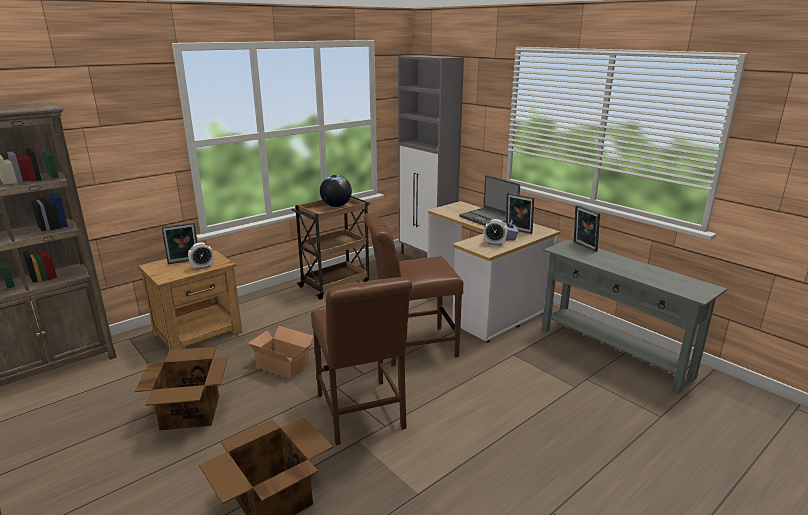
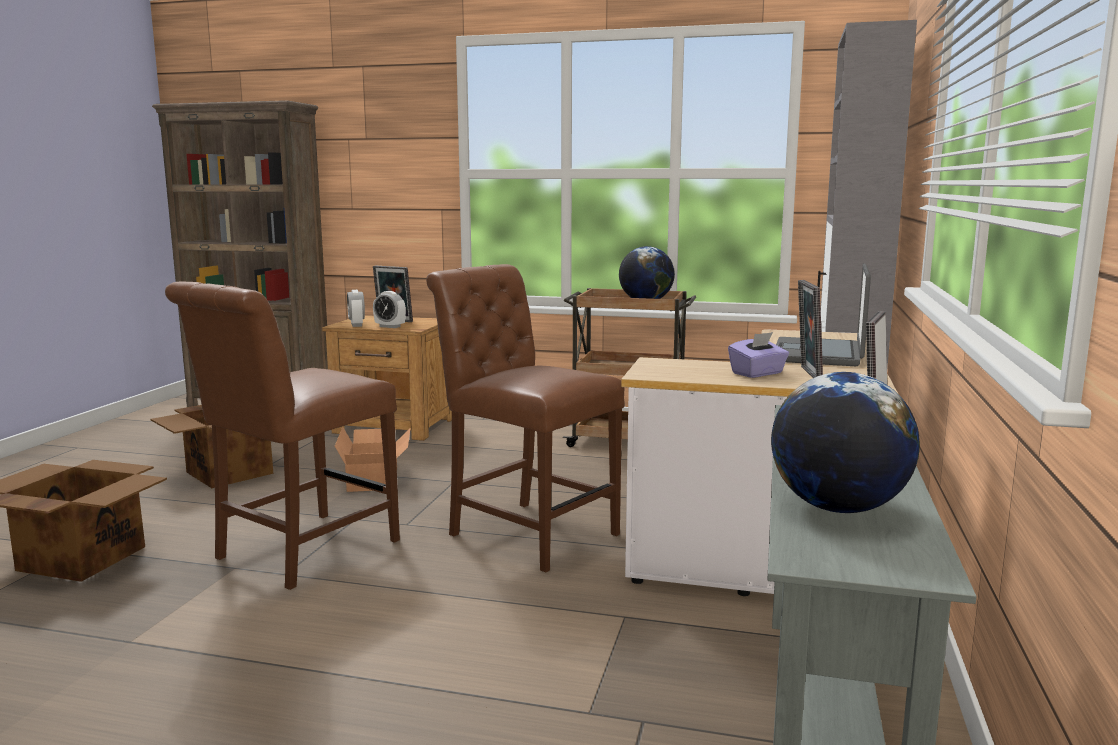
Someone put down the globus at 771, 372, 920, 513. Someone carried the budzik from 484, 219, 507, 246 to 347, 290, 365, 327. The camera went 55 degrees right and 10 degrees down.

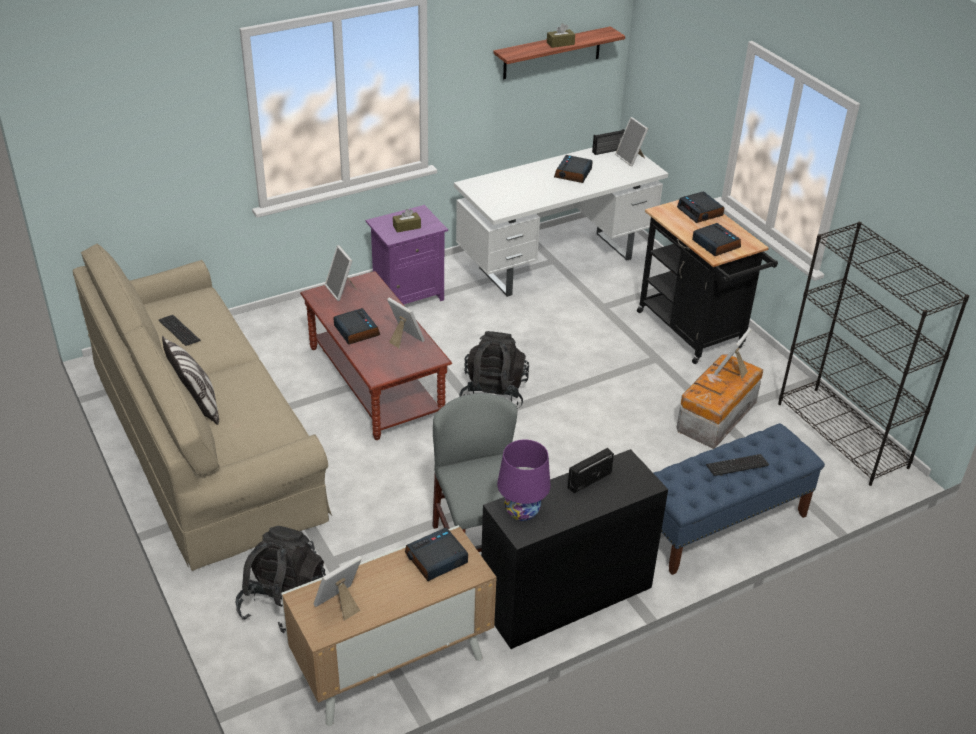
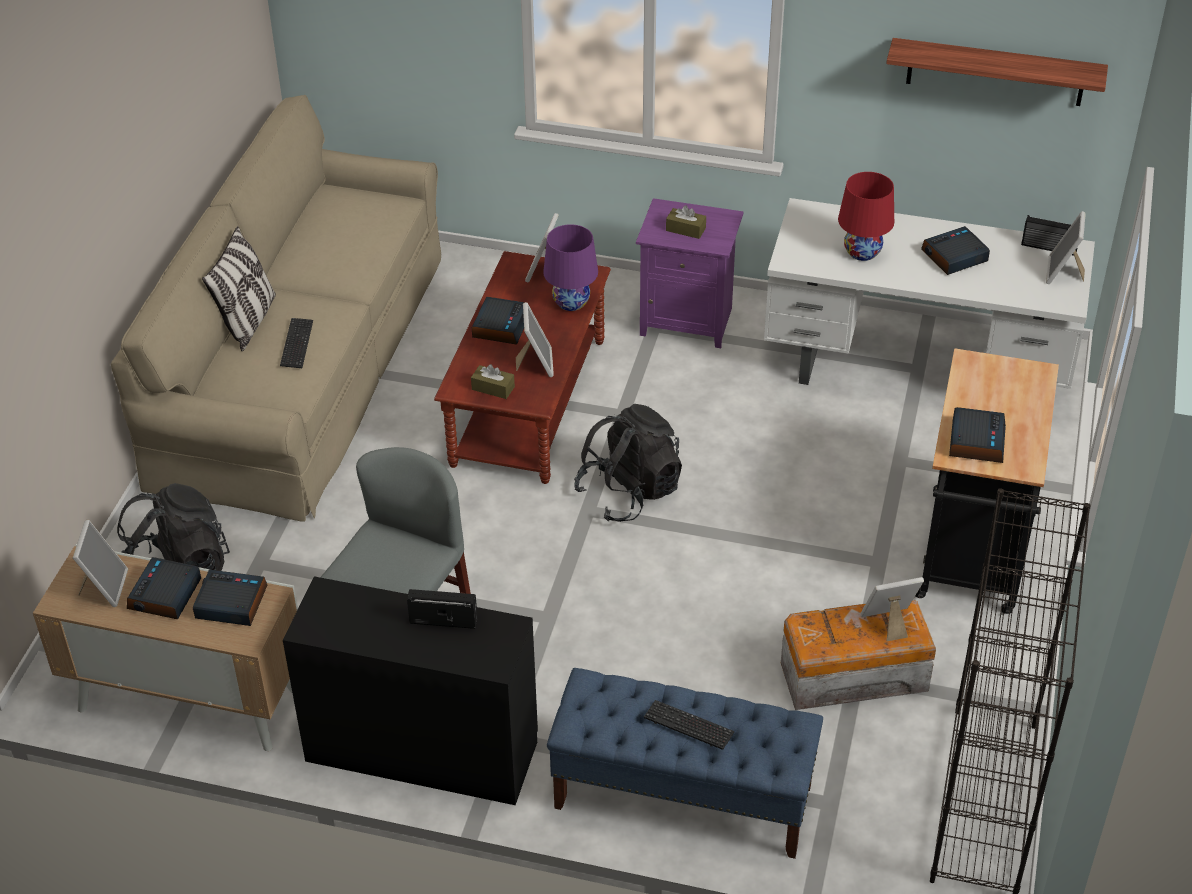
Someone put down the lampa stołowa (czerwony) at 838, 172, 894, 261. Someone carried the klawiatura from 159, 315, 201, 346 to 280, 318, 313, 368. Someone carried the lampa stołowa (fioletowy) from 497, 440, 551, 521 to 543, 224, 598, 311. Someone carried the pudełko chusteczek (brązowy) from 547, 23, 575, 48 to 471, 364, 515, 399. Someone carried the budzik from 677, 192, 724, 223 to 127, 557, 201, 619. Someone rotated the ramka na zdjęcie at 314, 556, 362, 621 by 90 degrees clockwise. The camera went 45 degrees right and 5 degrees up.

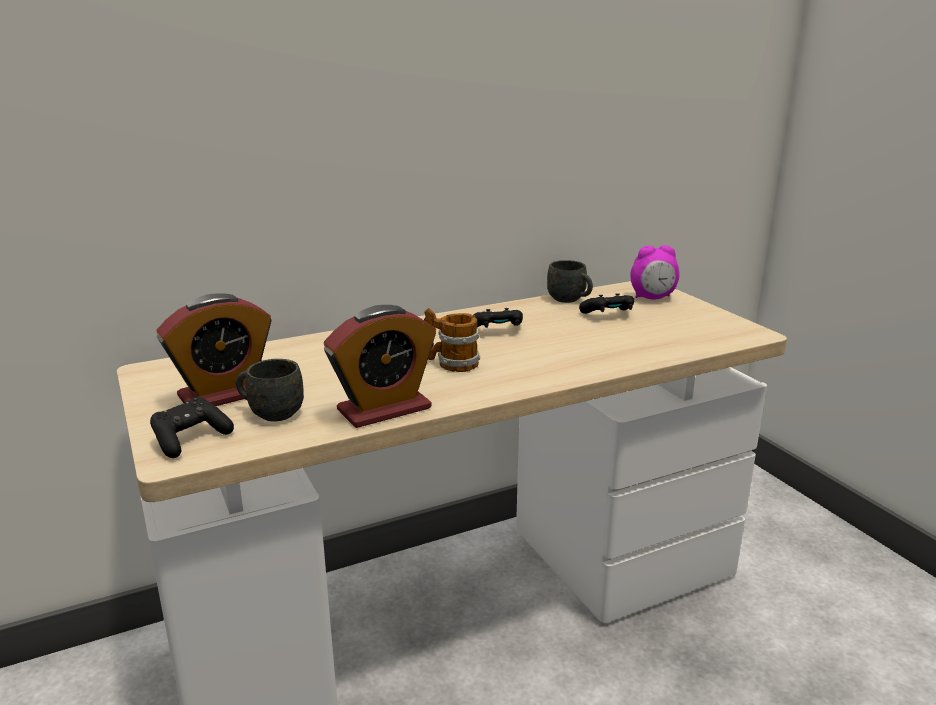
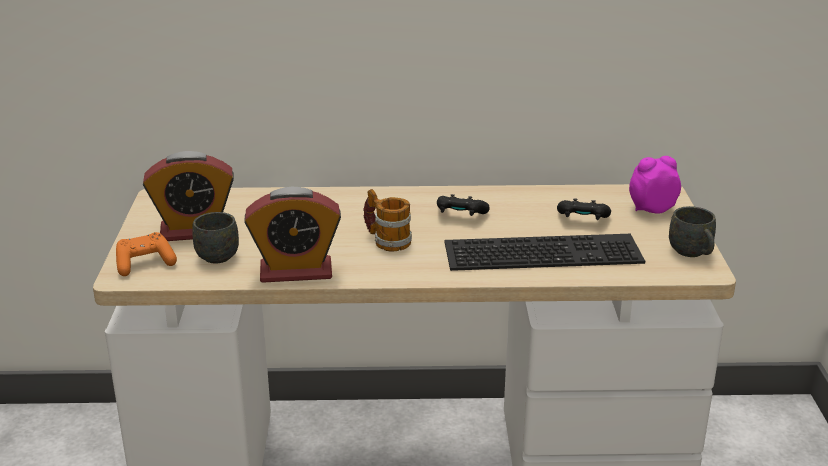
Someone put down the klawiatura at 444, 234, 645, 271. Someone carried the kubek (szary) from 547, 260, 593, 303 to 669, 206, 716, 257. Someone repainted the pad do gier (czarny) at 150, 397, 234, 458, which became the pad do gier (pomarańczowy) at 116, 232, 177, 276. Someone rotated the budzik at 630, 245, 680, 300 by 150 degrees clockwise. The camera went 25 degrees right and 5 degrees up.

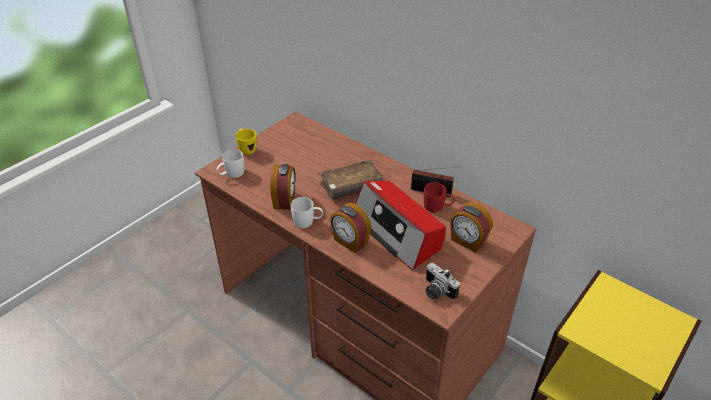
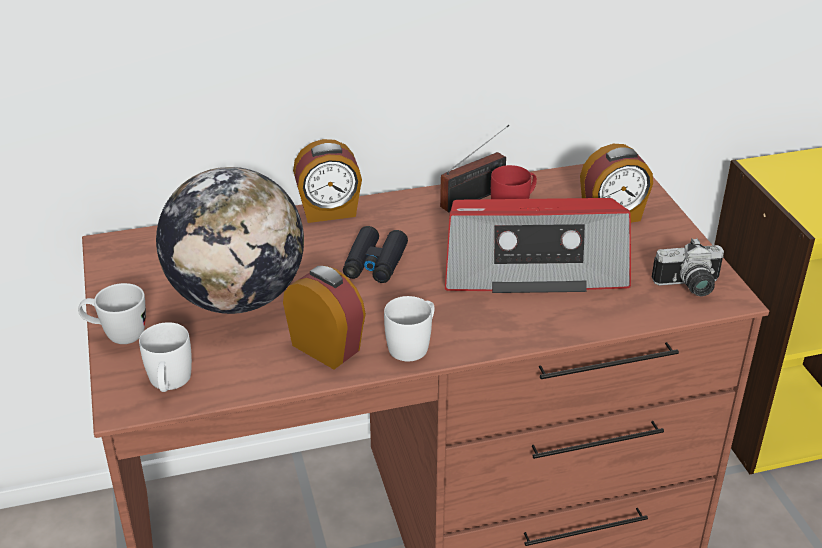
Someone put down the globus at 156, 167, 304, 314. Someone carried the budzik from 330, 203, 371, 253 to 293, 139, 362, 223. Someone swapped the książka (brązowy) at 319, 159, 383, 200 for the lornetka (czarny) at 343, 226, 408, 283. Someone repainted the kubek (żółty) at 235, 129, 257, 155, which became the kubek (biały) at 78, 283, 146, 344. The camera went 55 degrees left and 5 degrees down.

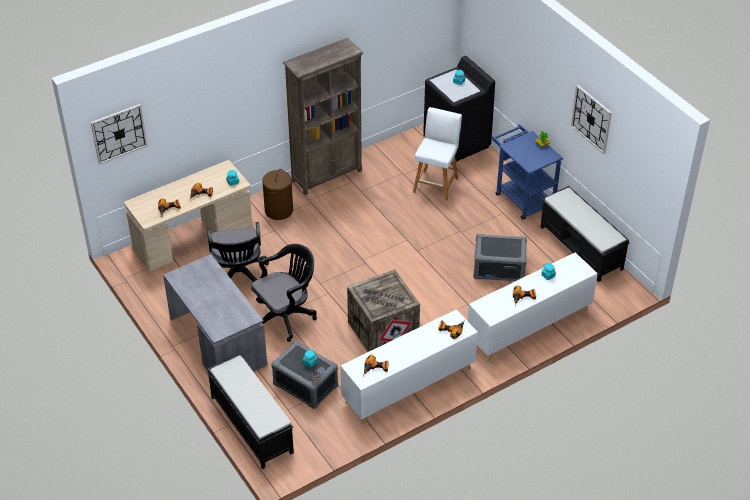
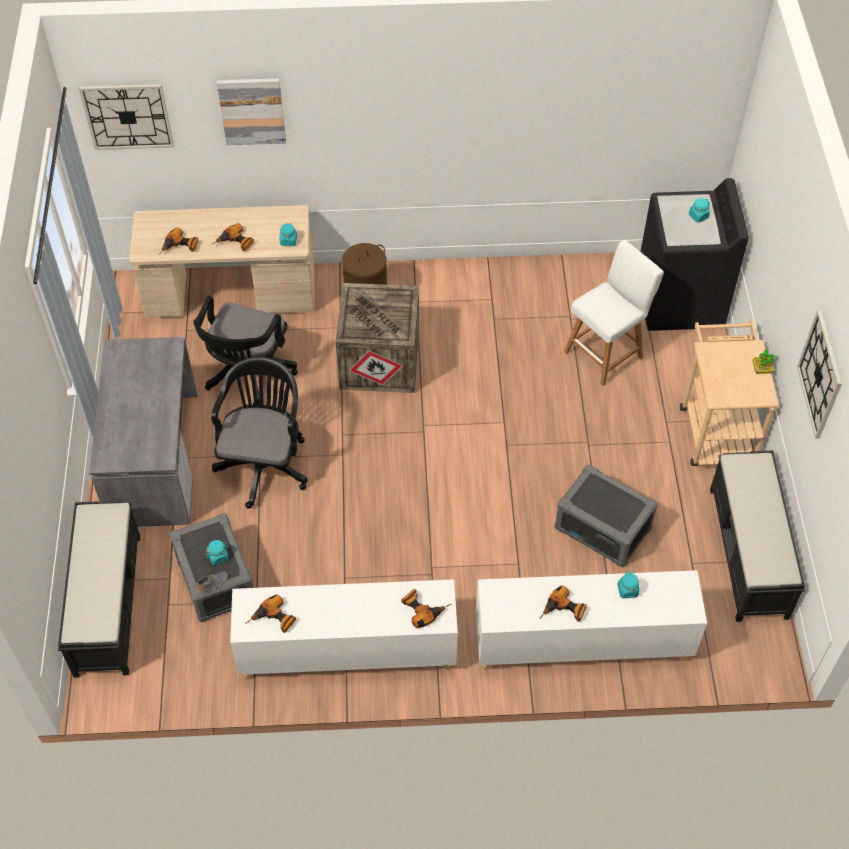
Someone took away the regał (brązowy) at 283, 38, 363, 195. Someone put up the obraz at 217, 78, 286, 145. Someone carried the skrzynka from 347, 269, 420, 352 to 336, 283, 419, 393. Someone repainted the wózek (niebieski) at 491, 124, 563, 220, which became the wózek (beżowy) at 680, 320, 780, 466. Someone rotated the krzesło biurowe (czarny) at 251, 244, 317, 342 by 75 degrees counterclockwise. The camera went 30 degrees right and 10 degrees up.

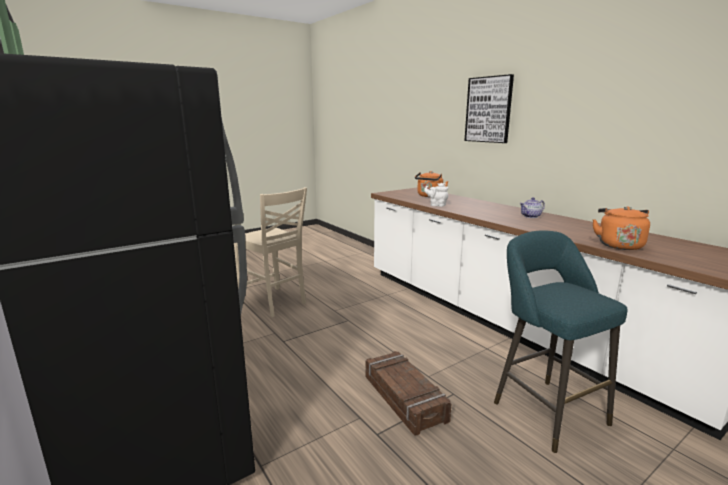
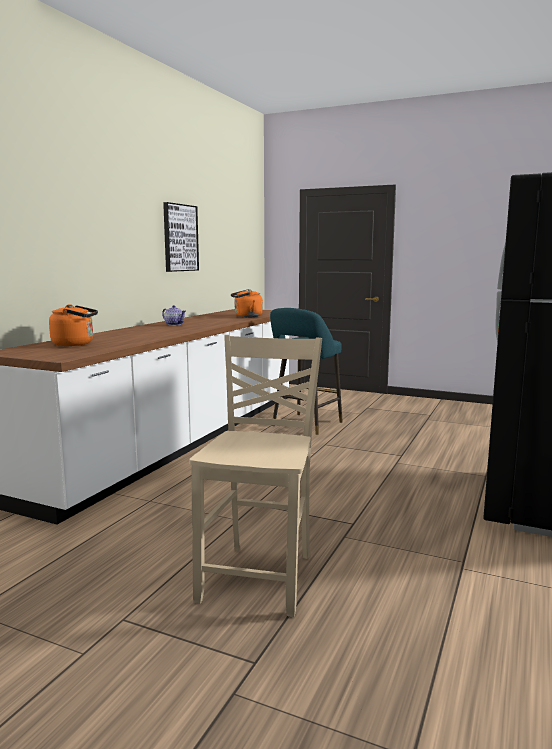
Someone took away the skrzynka at 365, 351, 451, 436. Someone took away the imbryk (biały) at 424, 183, 449, 207. Someone carried the obraz from 465, 74, 514, 143 to 163, 202, 199, 272. The camera went 120 degrees left and 5 degrees down.

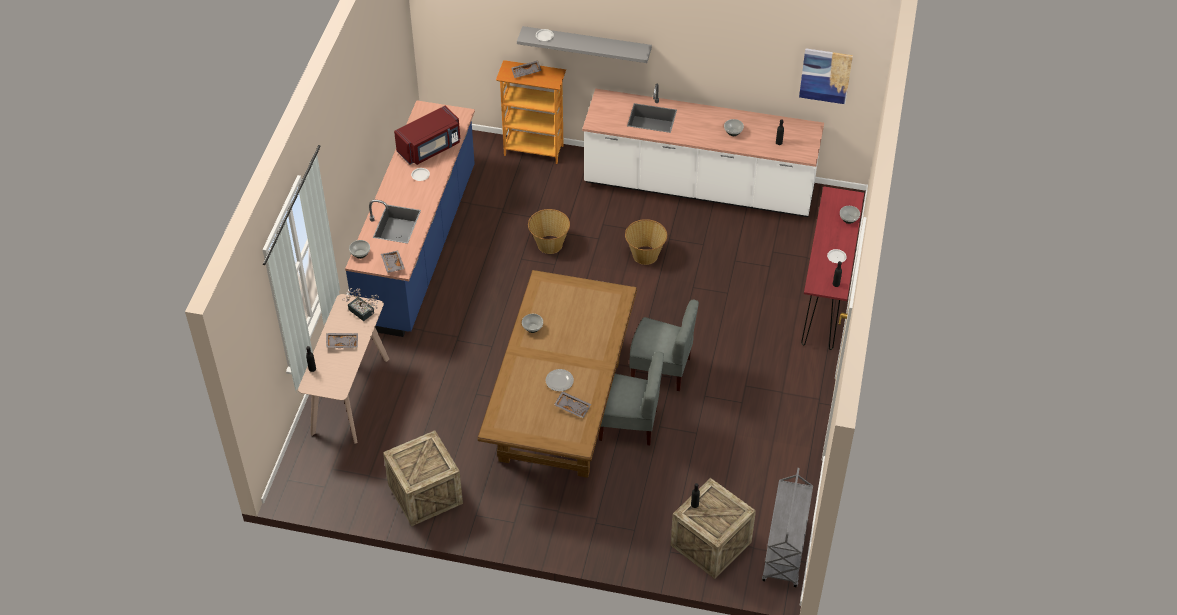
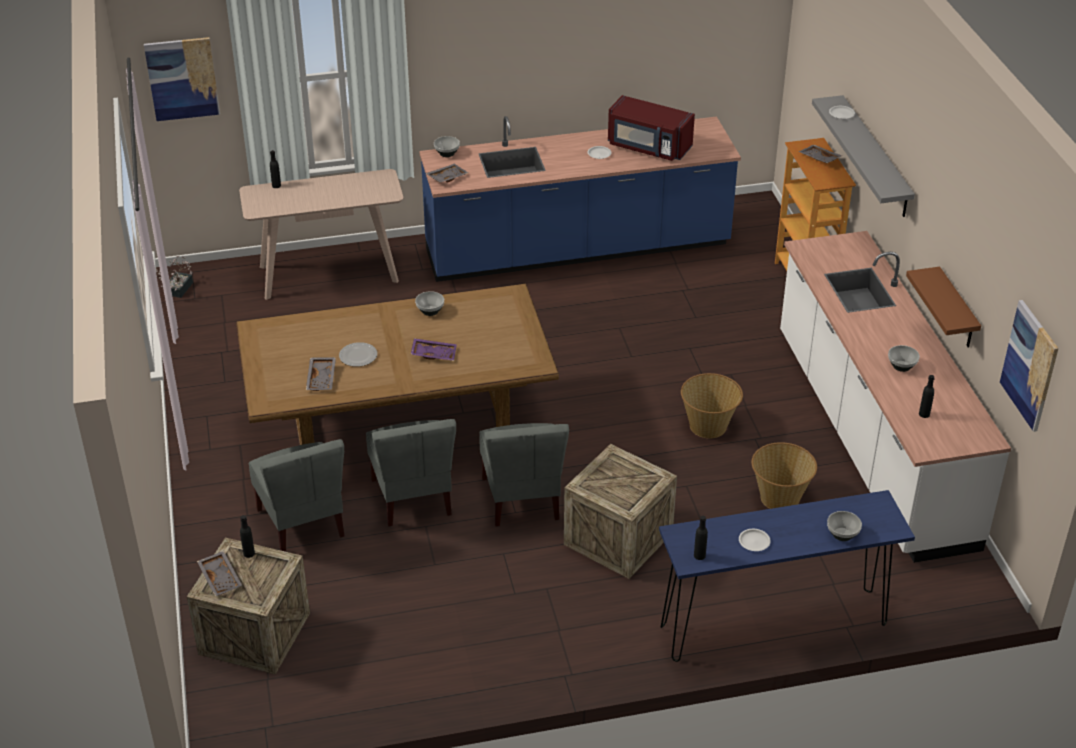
Someone took away the wózek (szary) at 762, 468, 813, 587. Someone put up the obraz at 144, 37, 220, 121. Someone put down the krzesło (szary) at 249, 439, 344, 552. Someone put down the taca (fioletowy) at 411, 338, 457, 361. Someone put up the półka (brązowy) at 906, 267, 981, 347. Someone carried the taca (szary) from 326, 333, 358, 348 to 197, 551, 242, 596. Someone carried the roślina doniczkowa from 342, 288, 379, 321 to 156, 256, 193, 298. Someone carried the skrzynka from 383, 430, 463, 526 to 564, 444, 677, 579. Someone carried the koszyk from 528, 209, 570, 254 to 752, 442, 817, 509. Someone repainted the stolik konsolowy (czerwony) at 801, 186, 864, 350, which became the stolik konsolowy (niebieski) at 659, 490, 915, 662. The camera went 65 degrees right and 10 degrees down.

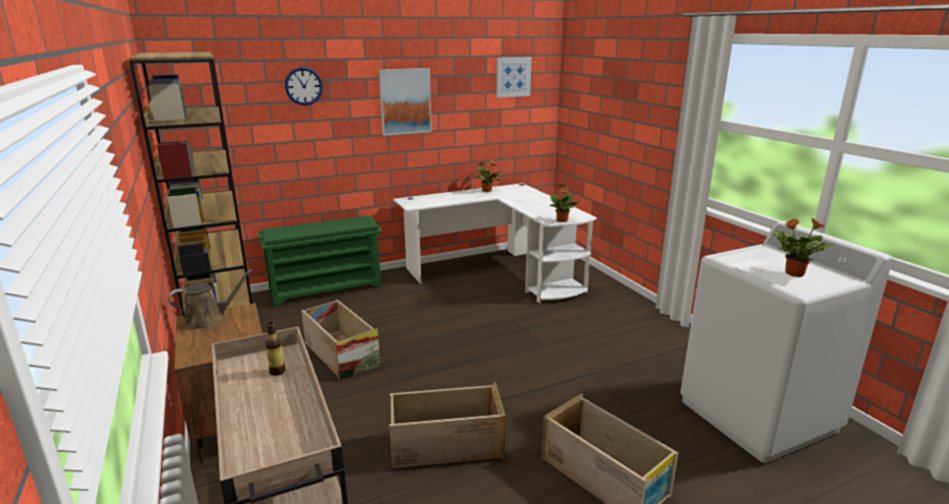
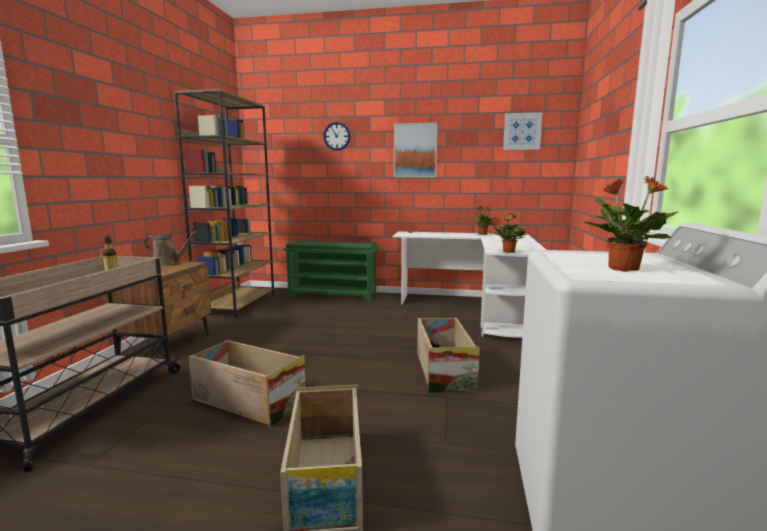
Someone carried the skrzynka from 301, 300, 381, 381 to 417, 318, 480, 393. The camera went 35 degrees right and 10 degrees down.

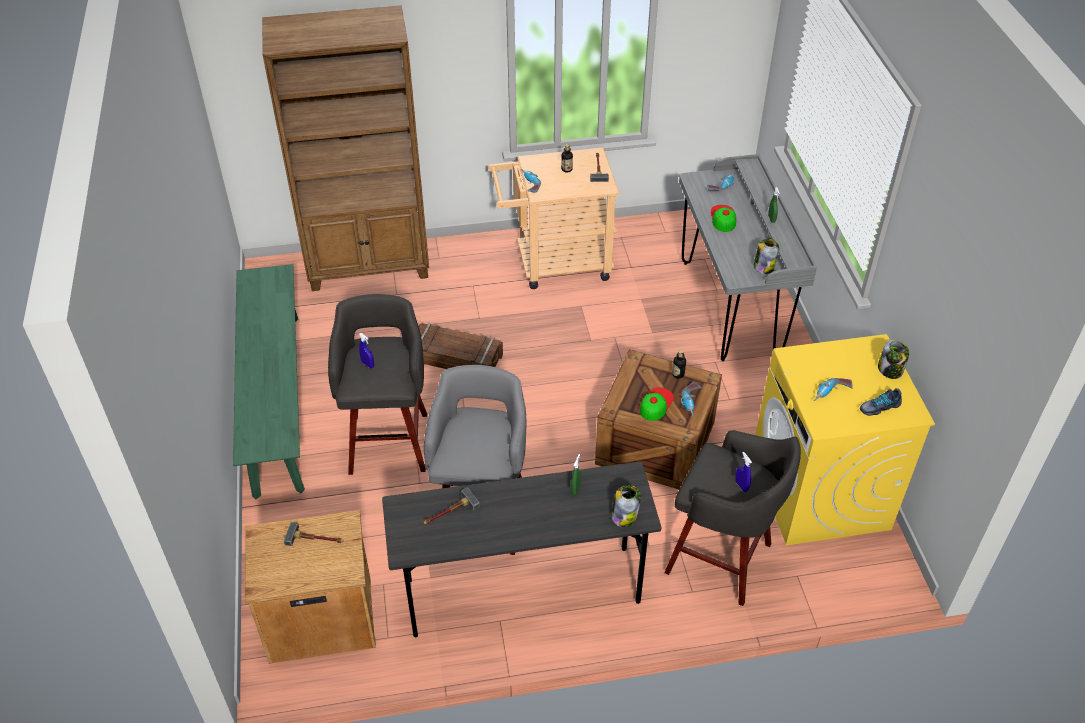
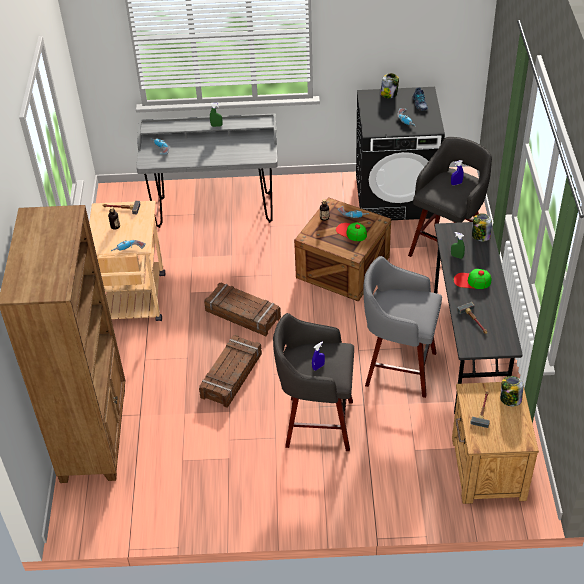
Someone took away the ławka (zielony) at 233, 264, 305, 499. Someone put down the skrzynka at 204, 283, 281, 336. Someone carried the czapka z daszkiem from 711, 205, 736, 232 to 454, 269, 491, 289. Someone carried the słoik from 753, 238, 779, 274 to 500, 376, 523, 406. Someone repainted the pralka (żółty) at 755, 334, 935, 545, which became the pralka (czarny) at 356, 87, 445, 220. The camera went 80 degrees left and 0 degrees up.

